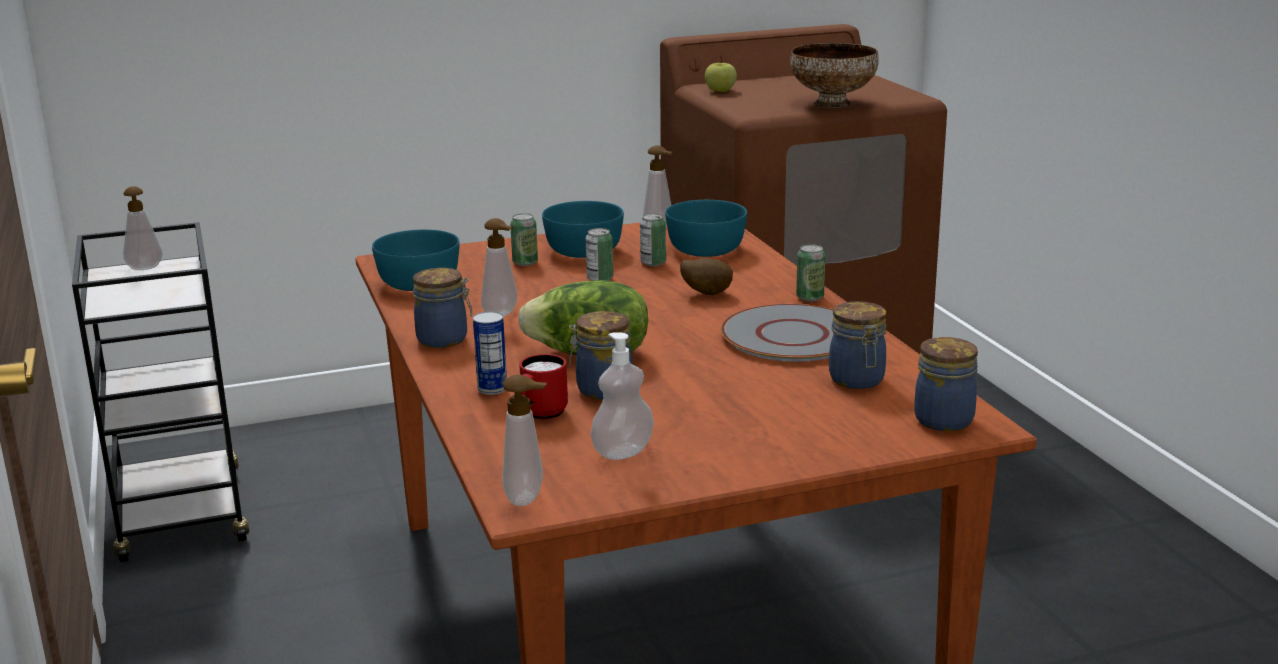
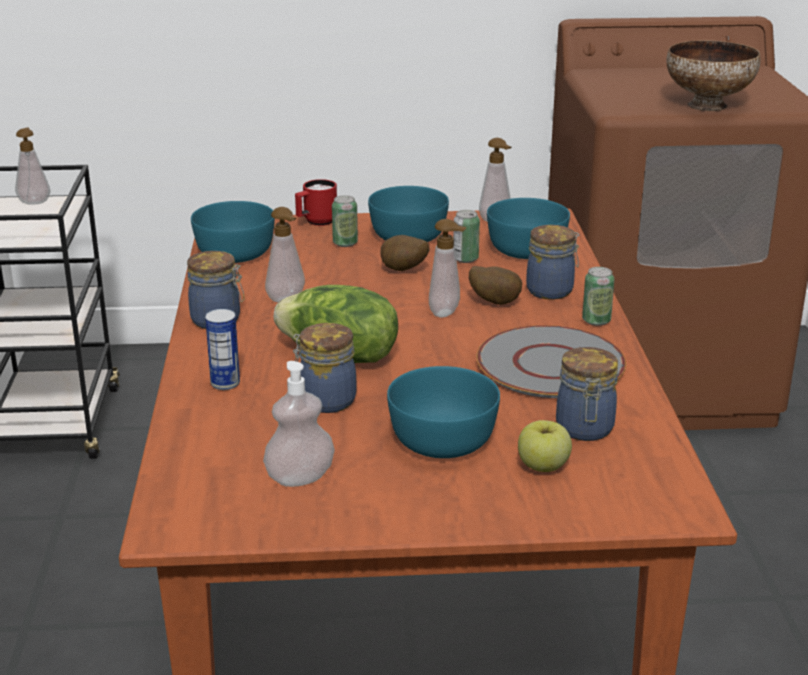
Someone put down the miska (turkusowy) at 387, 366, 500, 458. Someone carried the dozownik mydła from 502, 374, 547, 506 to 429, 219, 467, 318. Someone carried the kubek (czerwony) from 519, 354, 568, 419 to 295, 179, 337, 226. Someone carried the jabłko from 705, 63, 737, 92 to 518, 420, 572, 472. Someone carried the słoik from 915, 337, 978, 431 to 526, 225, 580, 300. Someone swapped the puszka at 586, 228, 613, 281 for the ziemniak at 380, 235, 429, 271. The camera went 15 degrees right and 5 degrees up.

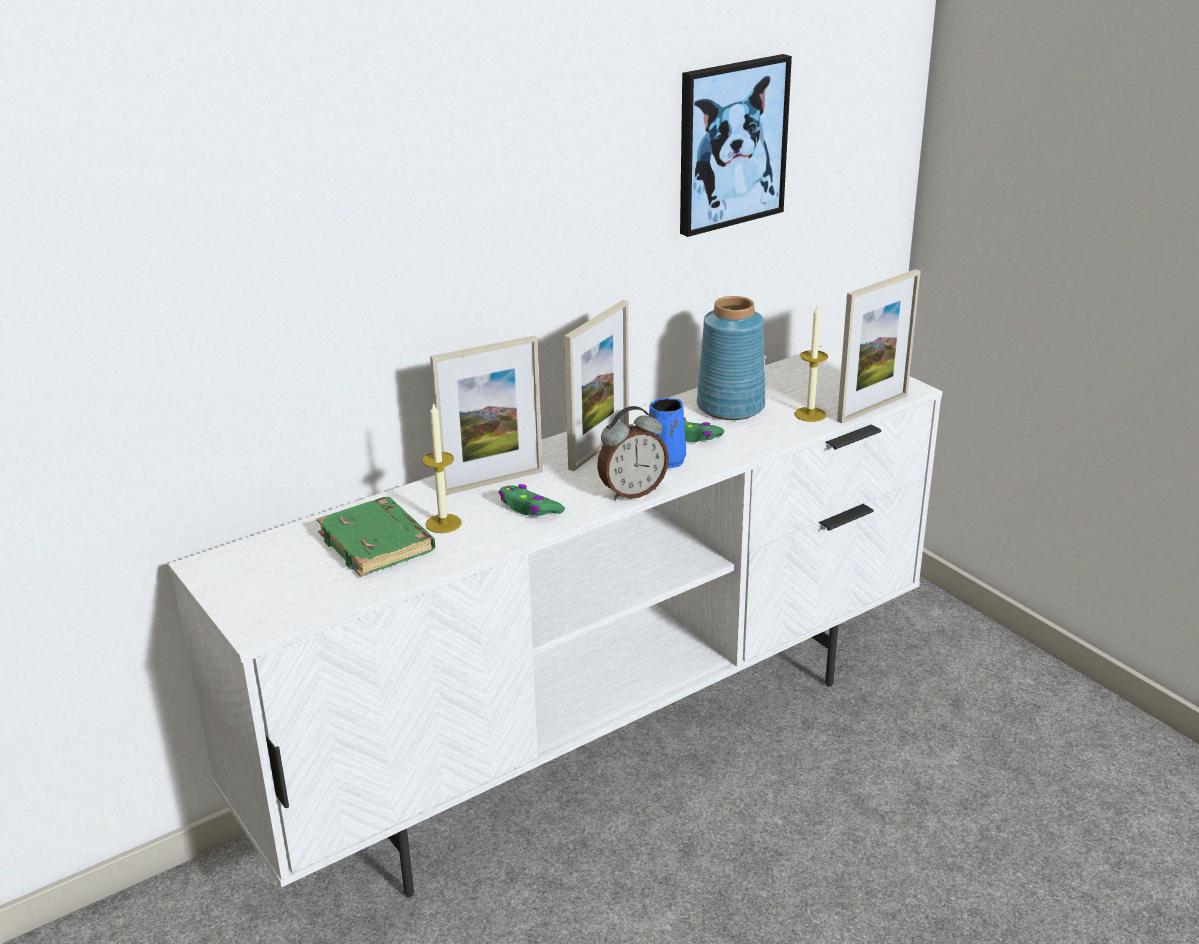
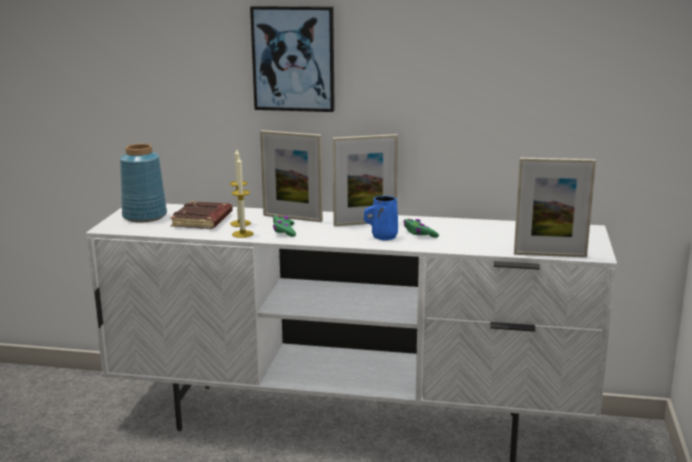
Someone took away the budzik at 597, 406, 669, 500. Someone carried the obraz from 680, 54, 792, 237 to 250, 6, 335, 112. Someone carried the wazon (niebieski) from 697, 296, 765, 420 to 120, 144, 167, 223. Someone carried the świeca from 794, 305, 828, 422 to 232, 157, 254, 238. Someone repainted the książka (zielony) at 317, 497, 435, 577, which became the książka (brązowy) at 170, 201, 233, 229. The camera went 45 degrees right and 10 degrees down.

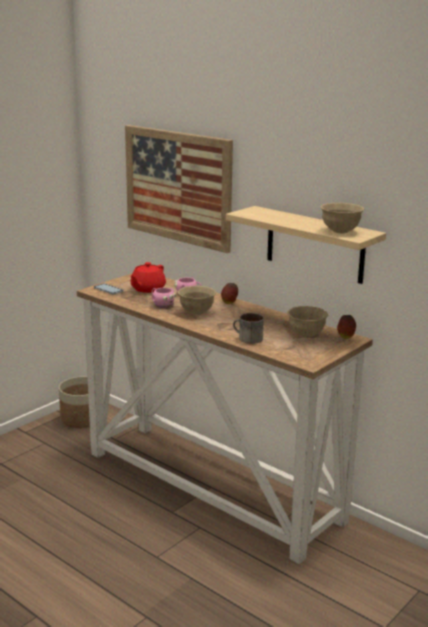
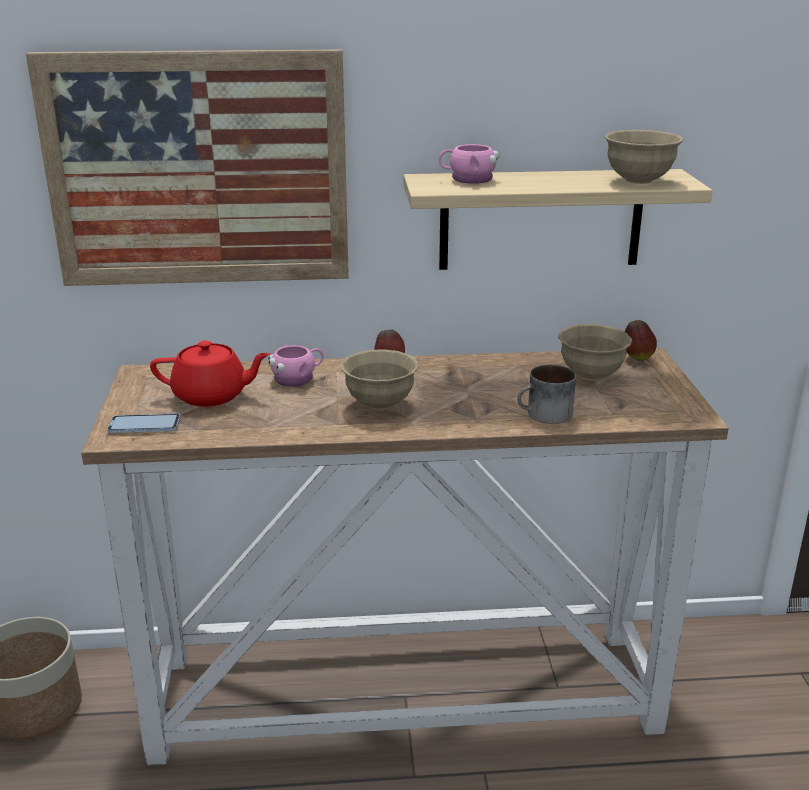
Someone carried the kubek (różowy) from 152, 288, 176, 308 to 439, 144, 499, 184. Someone rotated the imbryk (czerwony) at 130, 262, 166, 293 by 75 degrees counterclockwise. The camera went 45 degrees left and 5 degrees up.

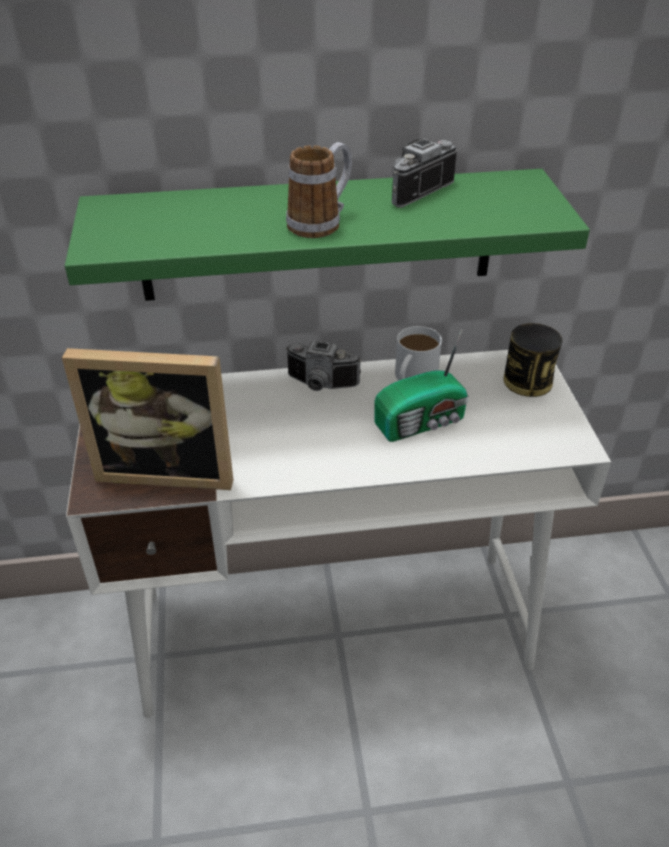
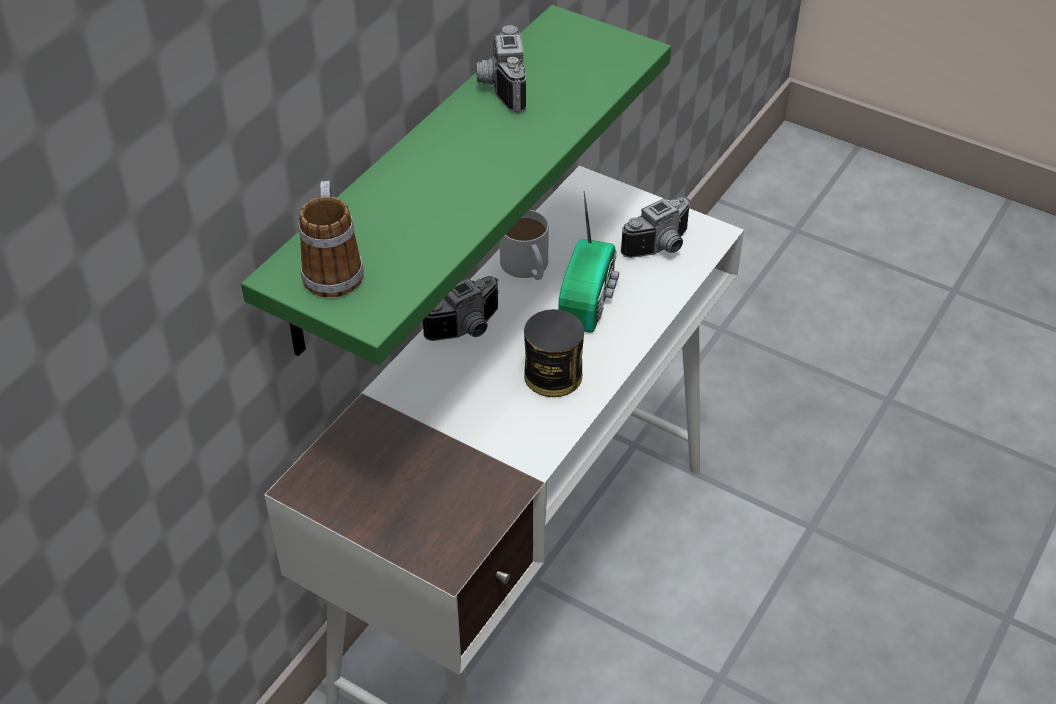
Someone took away the ramka na zdjęcie at 62, 348, 233, 490. Someone put down the aparat fotograficzny at 621, 197, 690, 258. Someone carried the kubek from 286, 142, 352, 238 to 299, 181, 364, 297. Someone carried the puszka from 504, 323, 563, 397 to 524, 309, 584, 397. The camera went 50 degrees left and 5 degrees up.

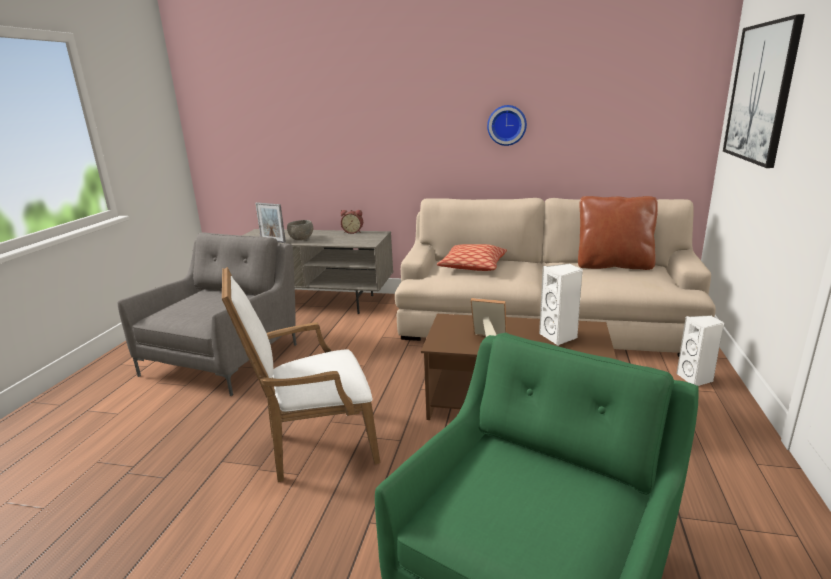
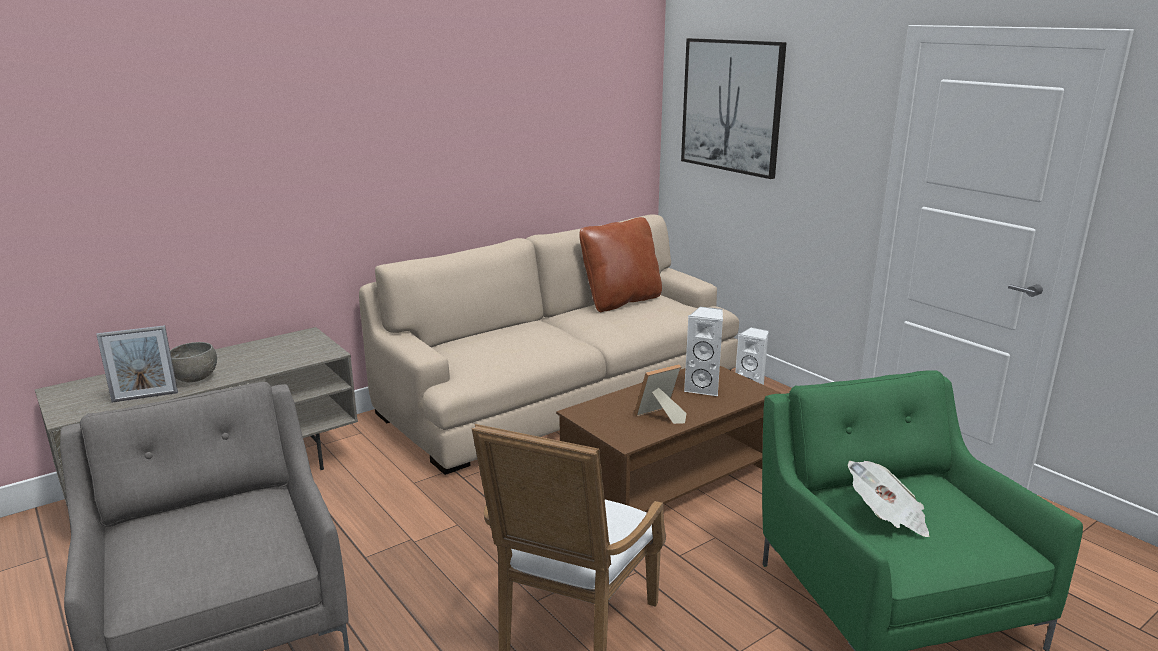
Someone took away the budzik at 340, 210, 363, 234. Someone took away the poduszka at 437, 244, 507, 271. Someone took away the zegar ścienny at 487, 105, 527, 146. Someone put down the gazeta at 848, 461, 930, 537. The camera went 50 degrees left and 0 degrees up.

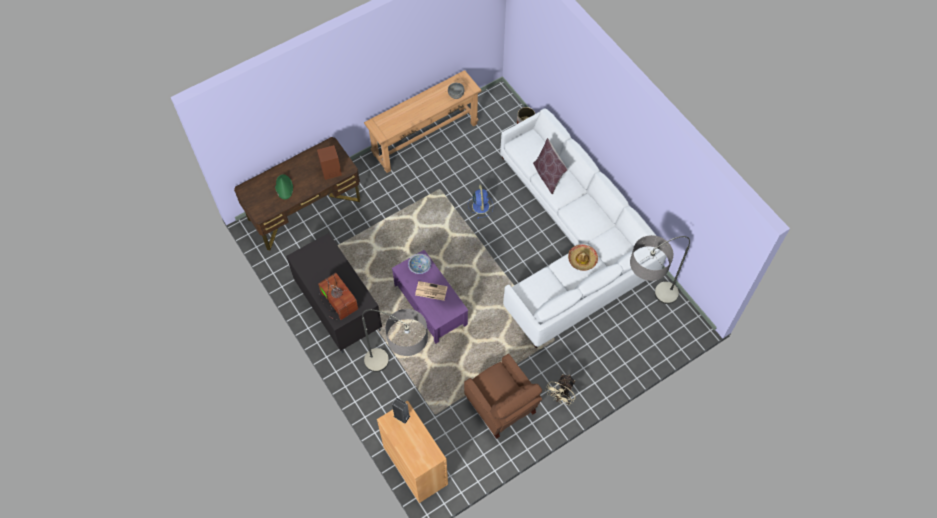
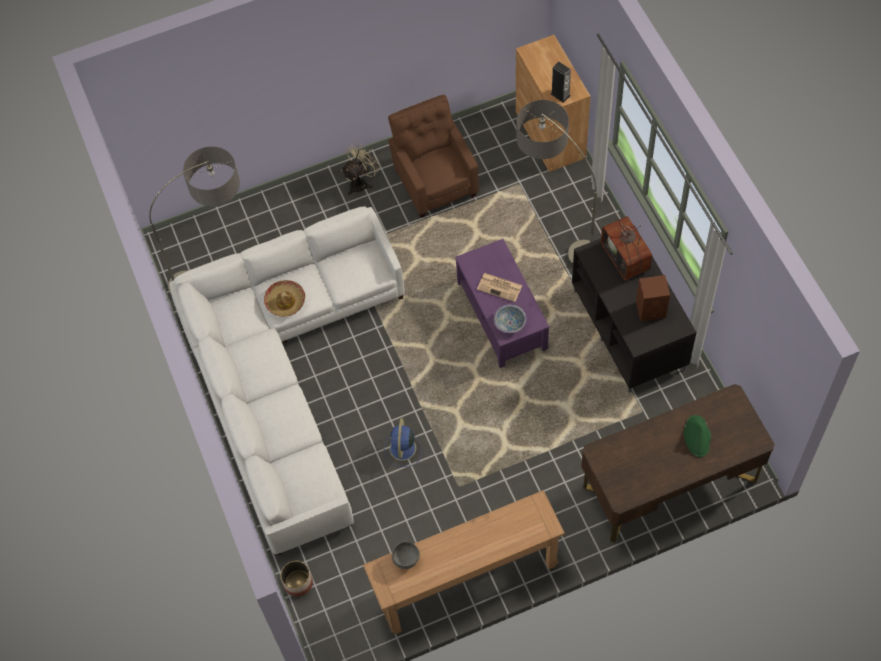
Someone took away the poduszka (brązowy) at 533, 138, 568, 195. Someone carried the głośnik (brązowy) from 317, 145, 342, 180 to 636, 275, 670, 322. The camera went 165 degrees left and 0 degrees up.

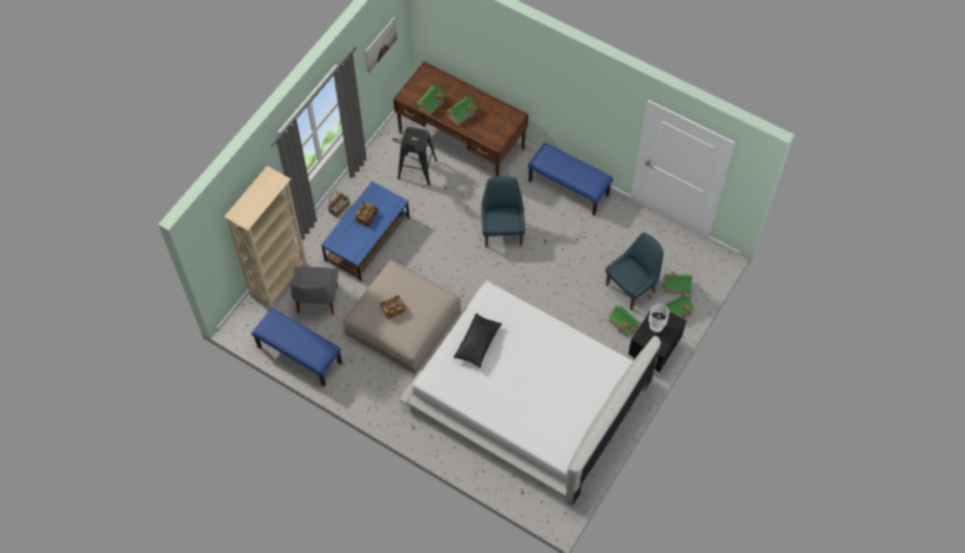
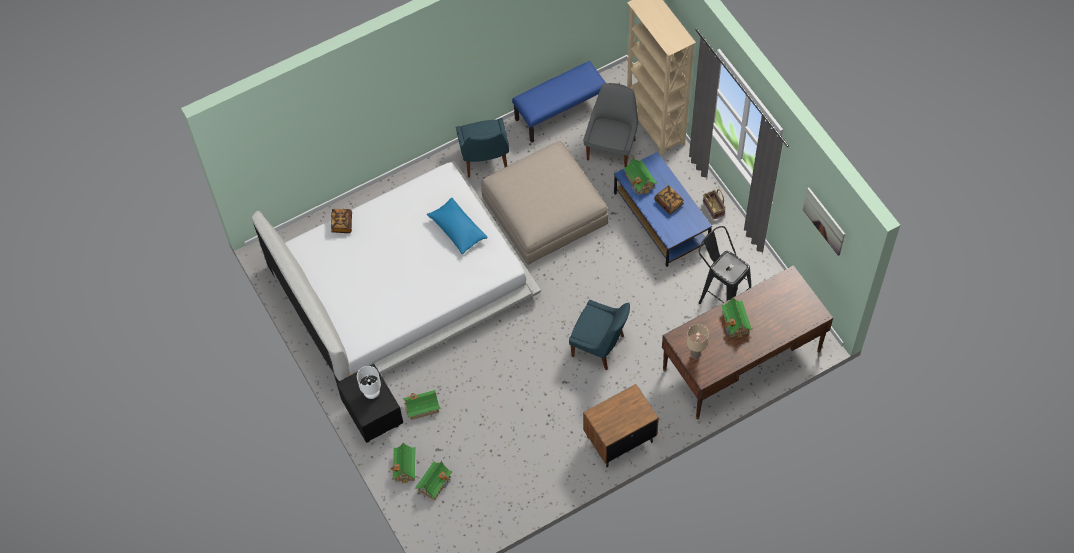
Someone put down the lampa stołowa (beżowy) at 687, 324, 709, 359. Someone carried the książka from 380, 295, 406, 319 to 331, 209, 352, 233. Someone carried the domek from 416, 84, 446, 116 to 624, 156, 658, 195. Someone carried the krzesło (niebieski) from 606, 232, 664, 310 to 456, 118, 509, 177. Someone swapped the ławka (niebieski) at 528, 143, 613, 216 for the szafka nocna (brązowy) at 583, 384, 659, 467. Someone repainted the poduszka (czarny) at 454, 313, 502, 368, which became the poduszka (niebieski) at 427, 198, 488, 254. Someone rotated the krzesło (szary) at 291, 267, 338, 315 by 75 degrees clockwise. The camera went 120 degrees right and 0 degrees up.

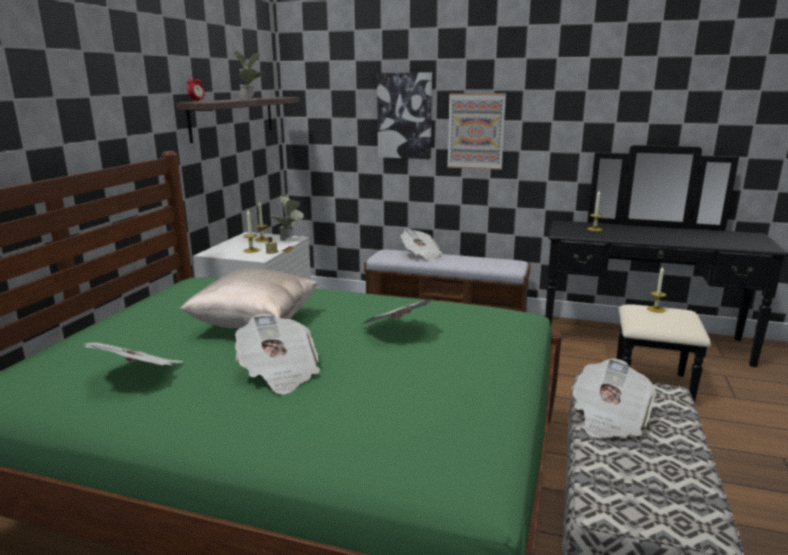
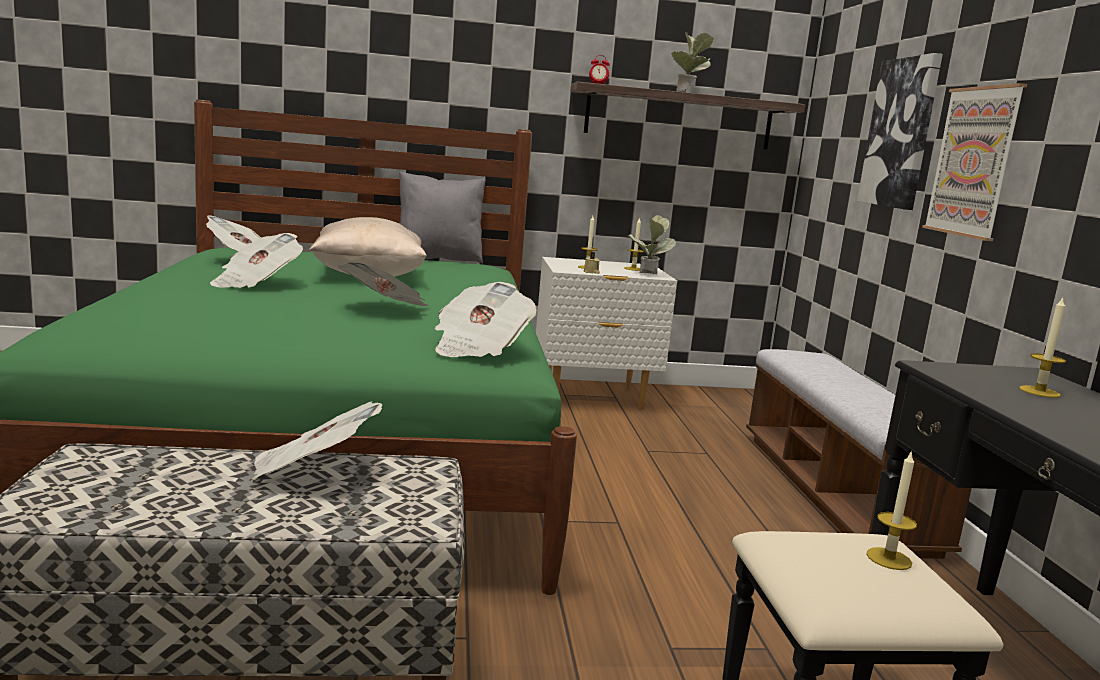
Someone put down the poduszka (szary) at 399, 171, 486, 263. Someone carried the gazeta from 401, 229, 442, 261 to 435, 282, 537, 357. The camera went 65 degrees right and 5 degrees down.

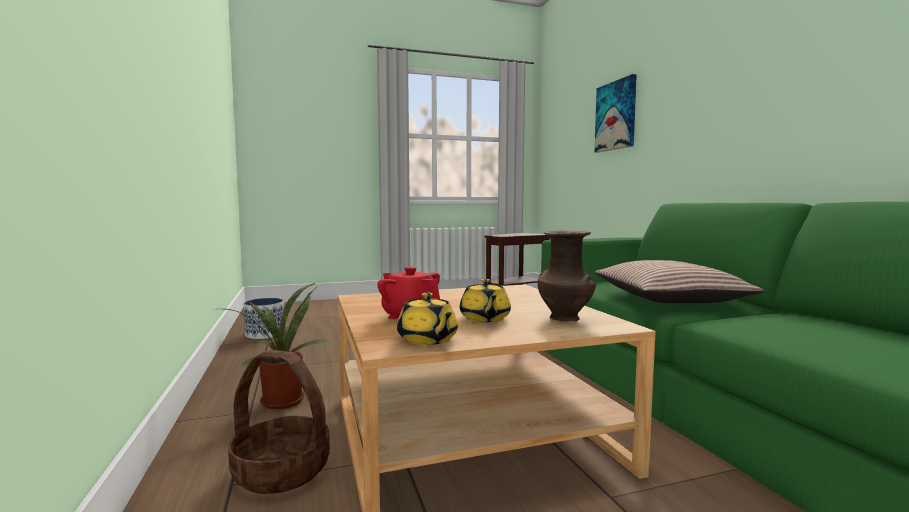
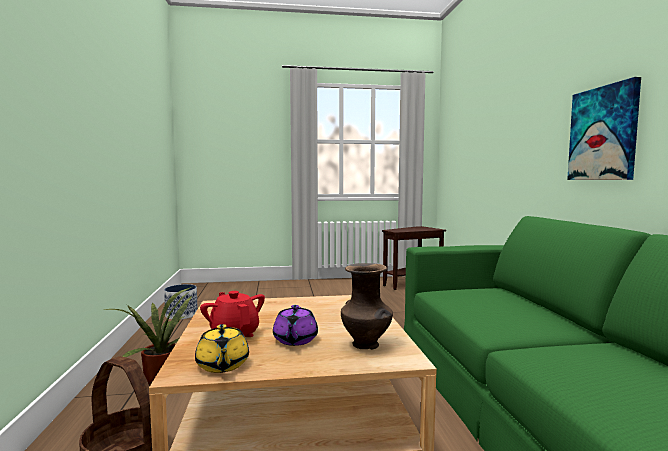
Someone took away the poduszka at 595, 260, 764, 303. Someone carried the obraz from 595, 74, 637, 153 to 567, 77, 641, 180. Someone repainted the imbryk (żółty) at 460, 279, 511, 322, which became the imbryk (fioletowy) at 273, 305, 318, 346. The camera went 10 degrees right and 0 degrees up.

